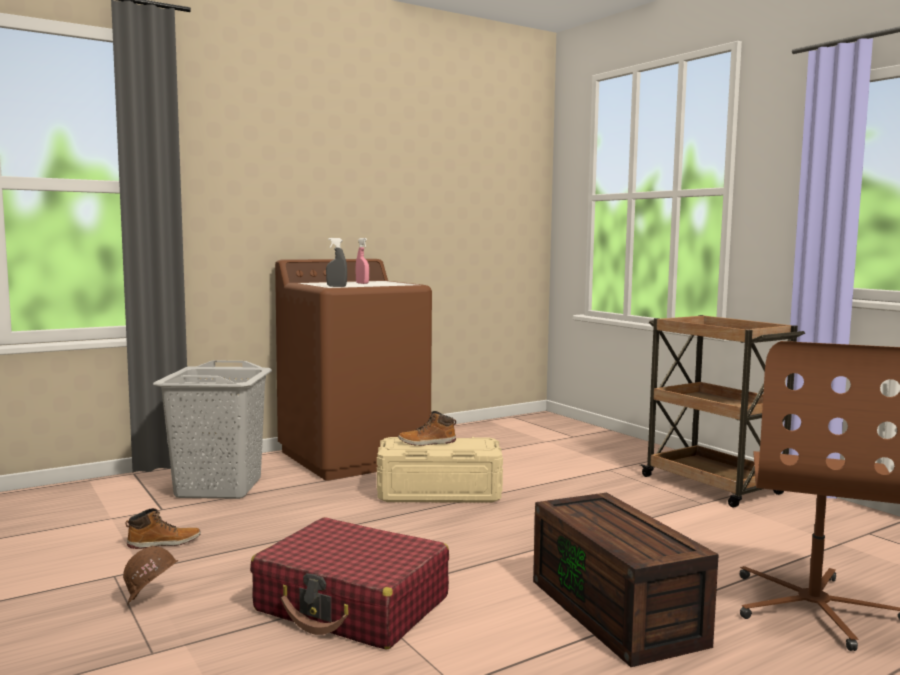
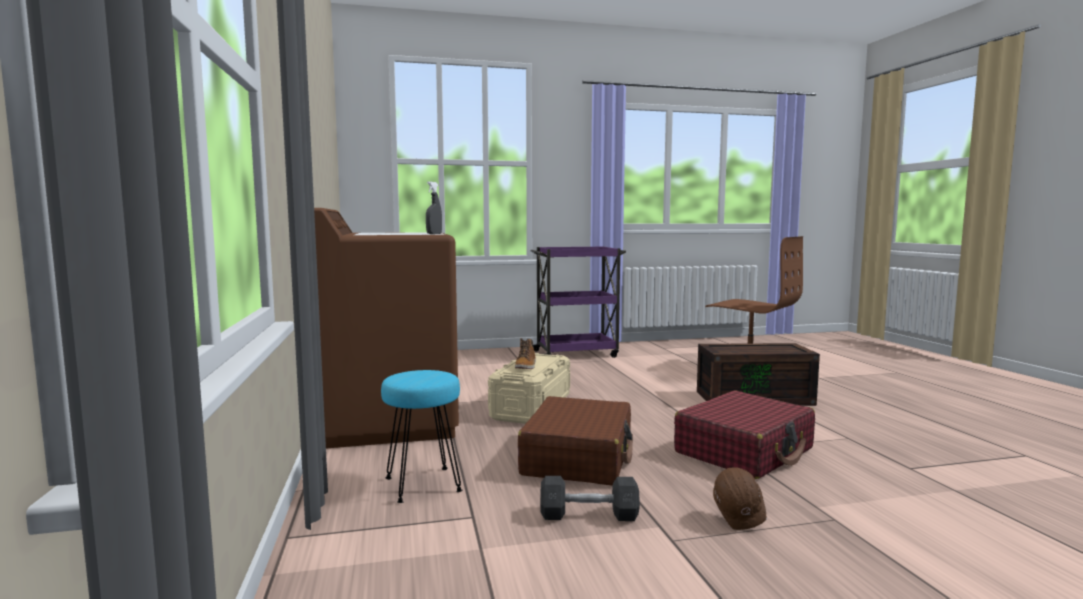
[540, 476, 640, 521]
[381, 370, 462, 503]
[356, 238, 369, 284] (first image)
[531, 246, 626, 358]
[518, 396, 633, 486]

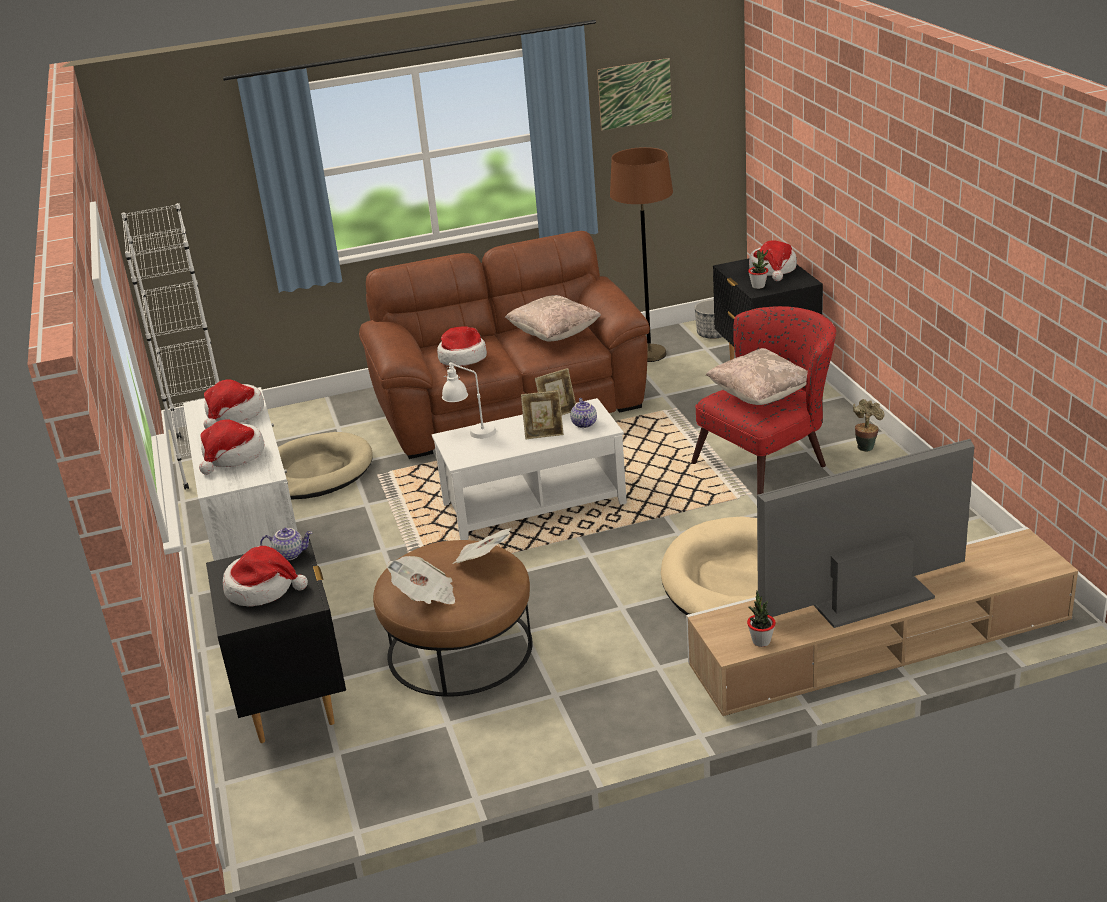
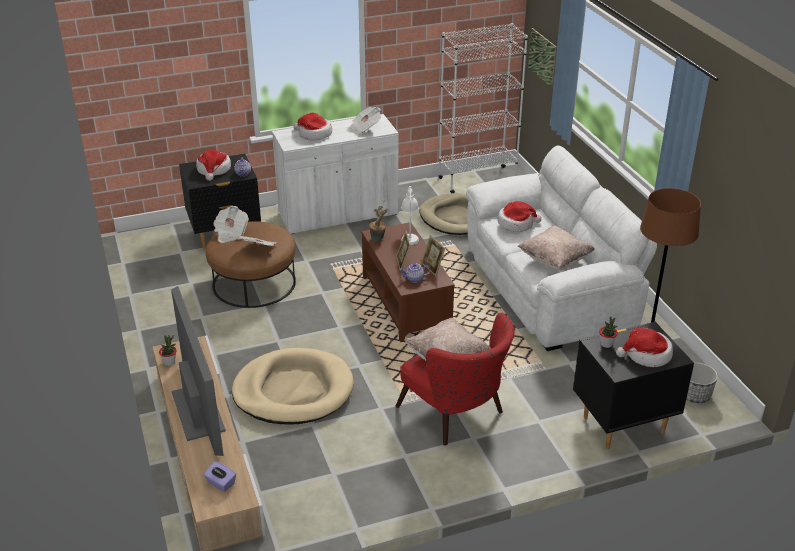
[347, 107, 381, 135]
[466, 146, 657, 351]
[362, 223, 455, 342]
[528, 28, 556, 88]
[369, 206, 387, 241]
[203, 461, 236, 492]

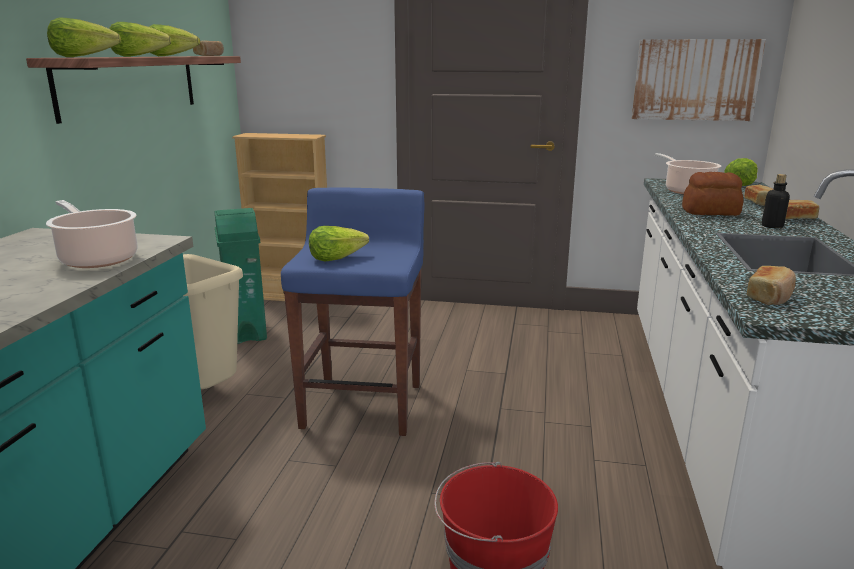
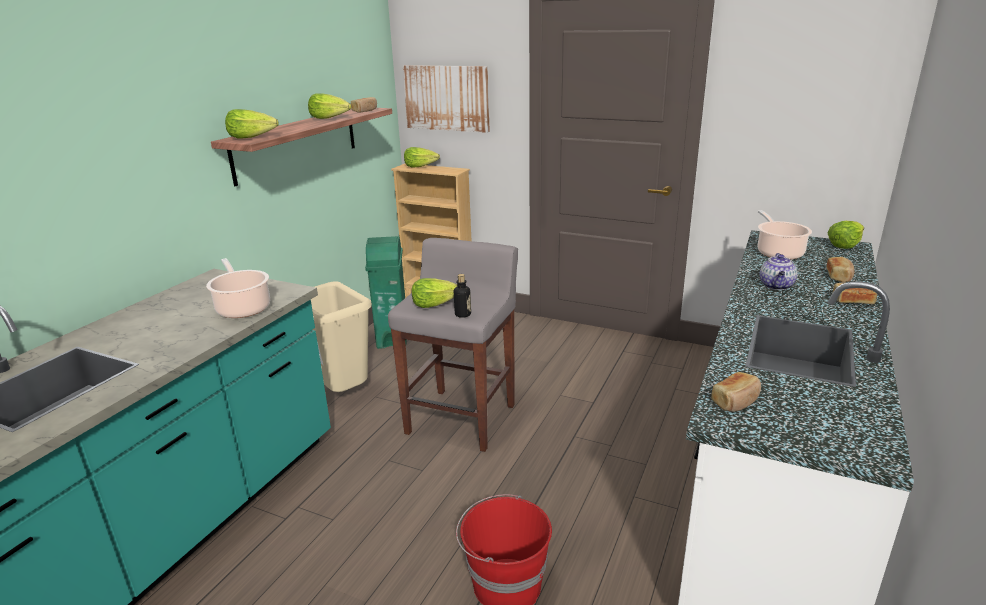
[404, 147, 440, 167]
[388, 238, 518, 452]
[403, 65, 490, 133]
[760, 253, 797, 290]
[454, 274, 471, 318]

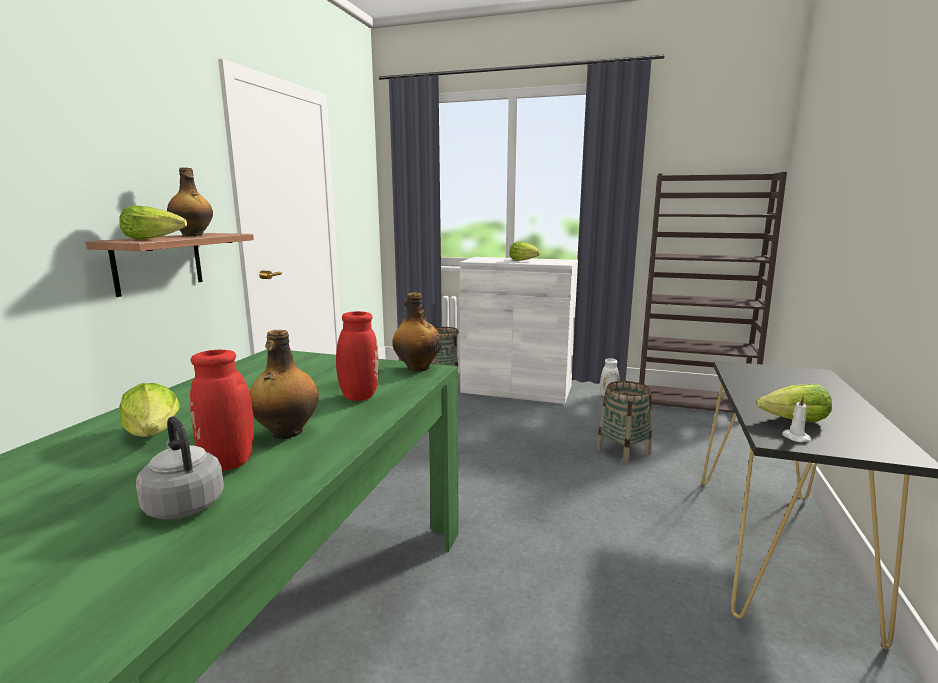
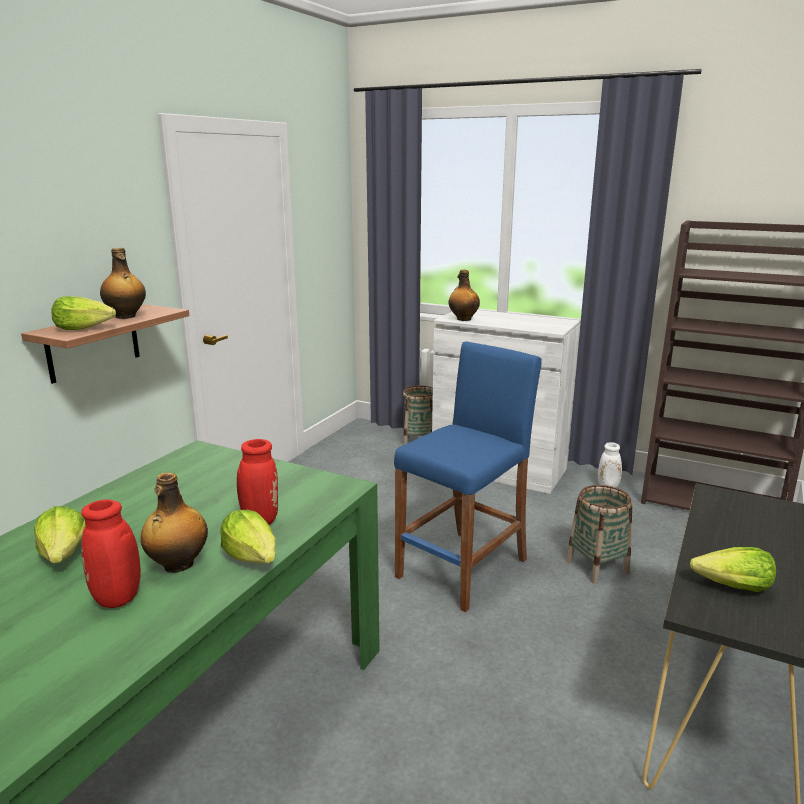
[136, 416, 224, 520] (first image)
[448, 270, 480, 321]
[220, 510, 276, 564]
[782, 396, 811, 442] (first image)
[394, 341, 542, 612]

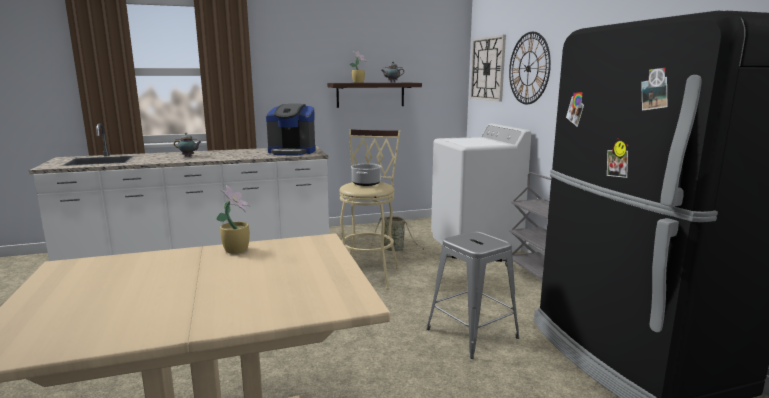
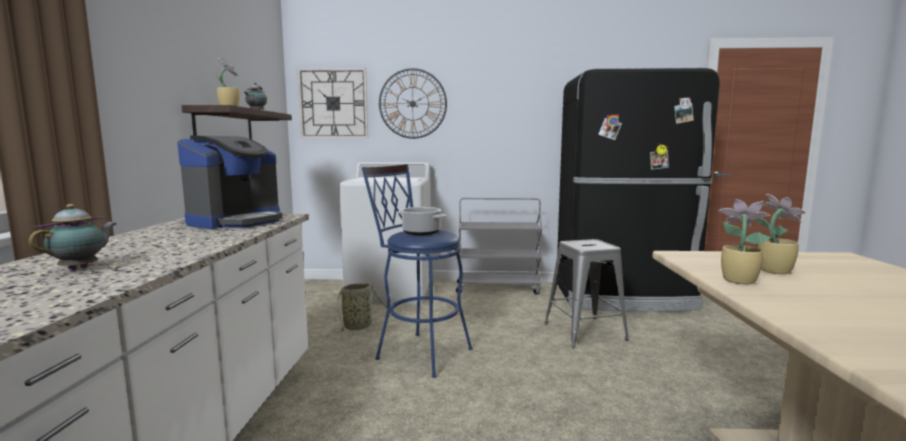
[362, 164, 473, 378]
[756, 194, 806, 274]

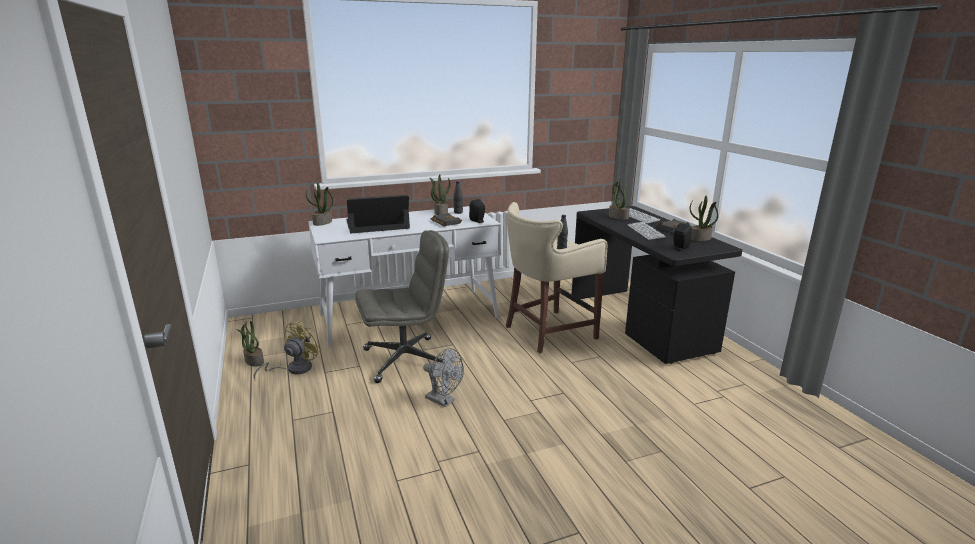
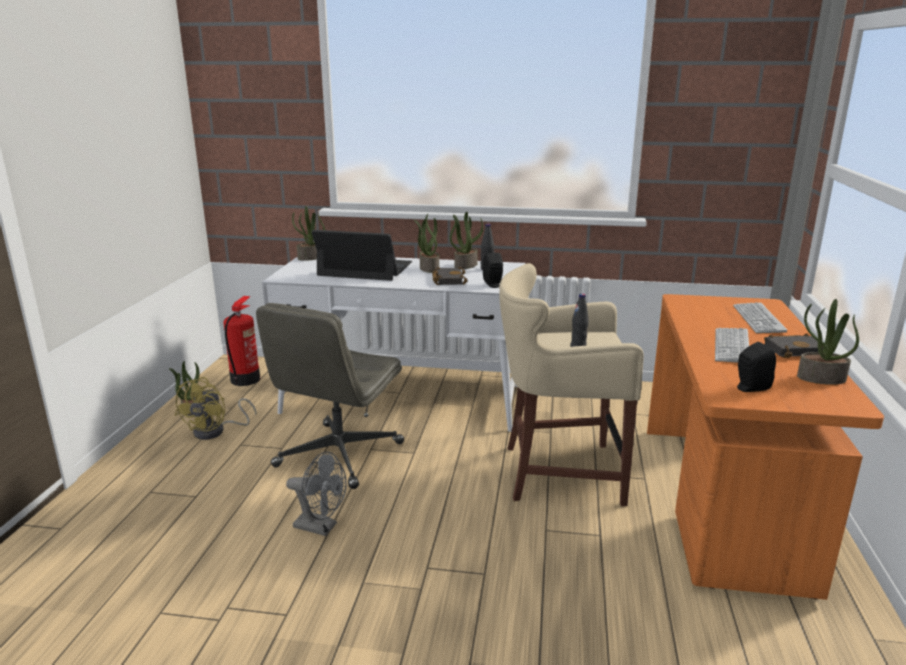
[174, 377, 257, 440]
[256, 303, 404, 489]
[286, 452, 347, 536]
[647, 294, 884, 600]
[414, 214, 439, 273]
[224, 296, 260, 386]

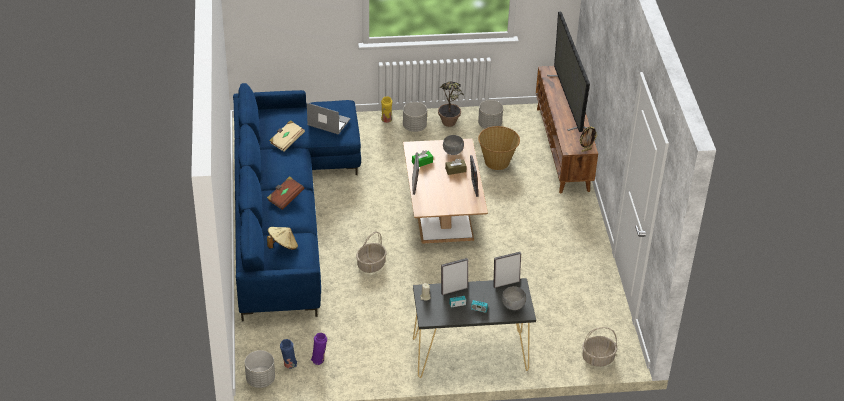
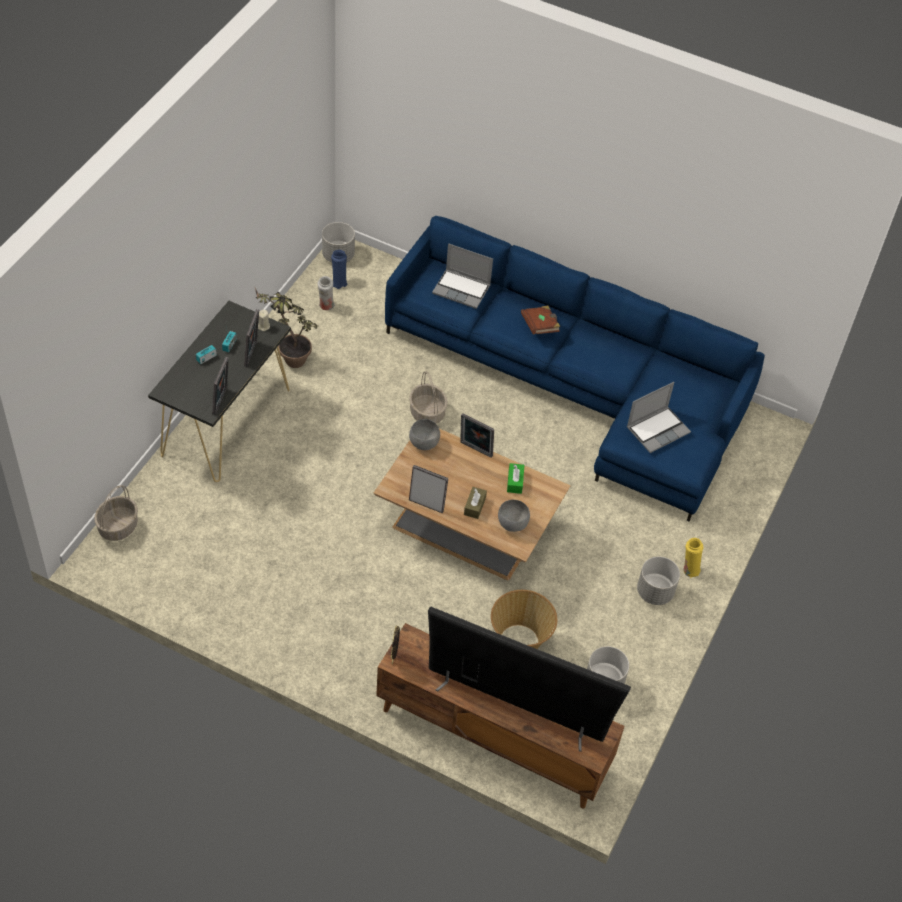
[432, 243, 493, 309]
[269, 120, 305, 152] (first image)
[317, 276, 335, 310]
[255, 288, 319, 368]
[409, 419, 440, 450]

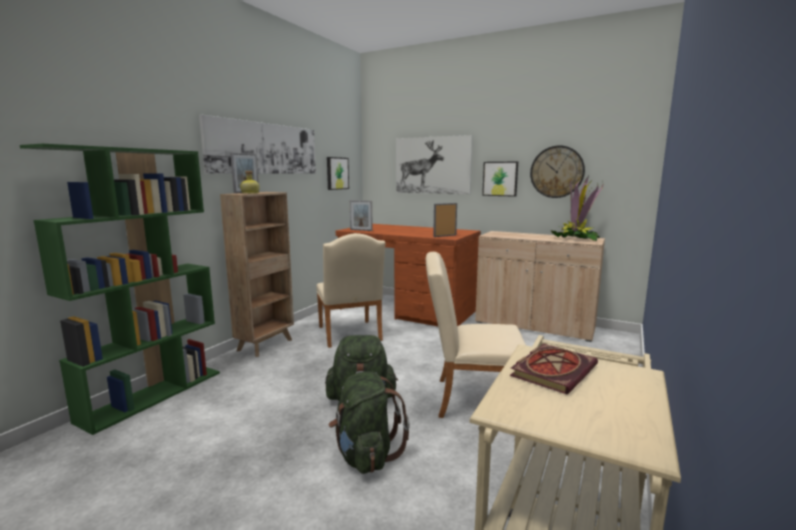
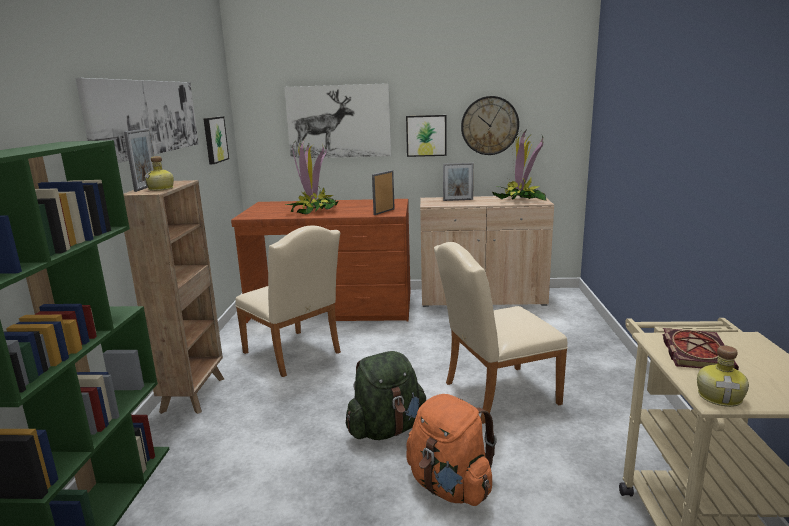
[406, 394, 497, 506]
[443, 163, 474, 201]
[285, 139, 339, 214]
[697, 345, 749, 407]

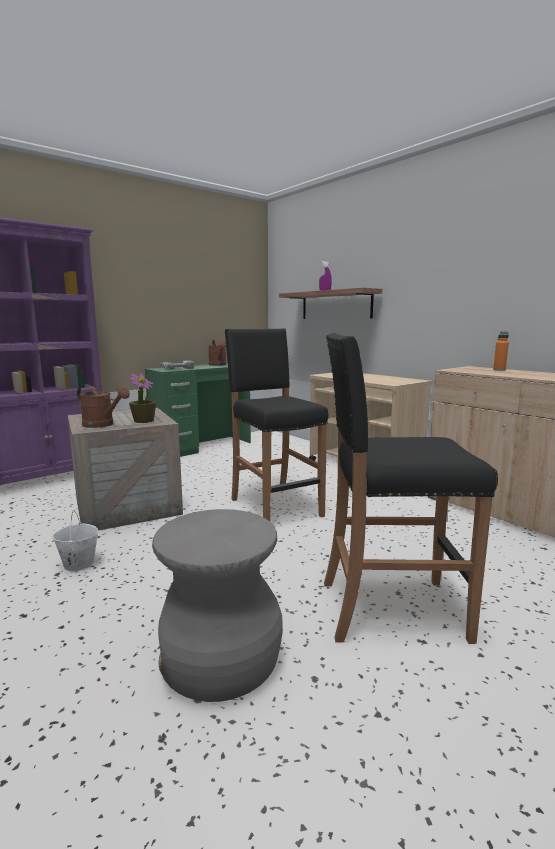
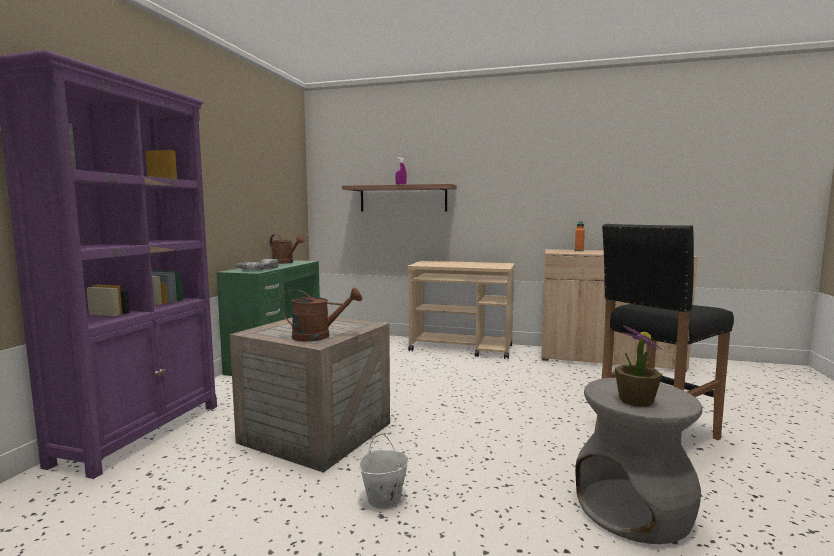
[615, 325, 662, 407]
[225, 328, 328, 521] (first image)

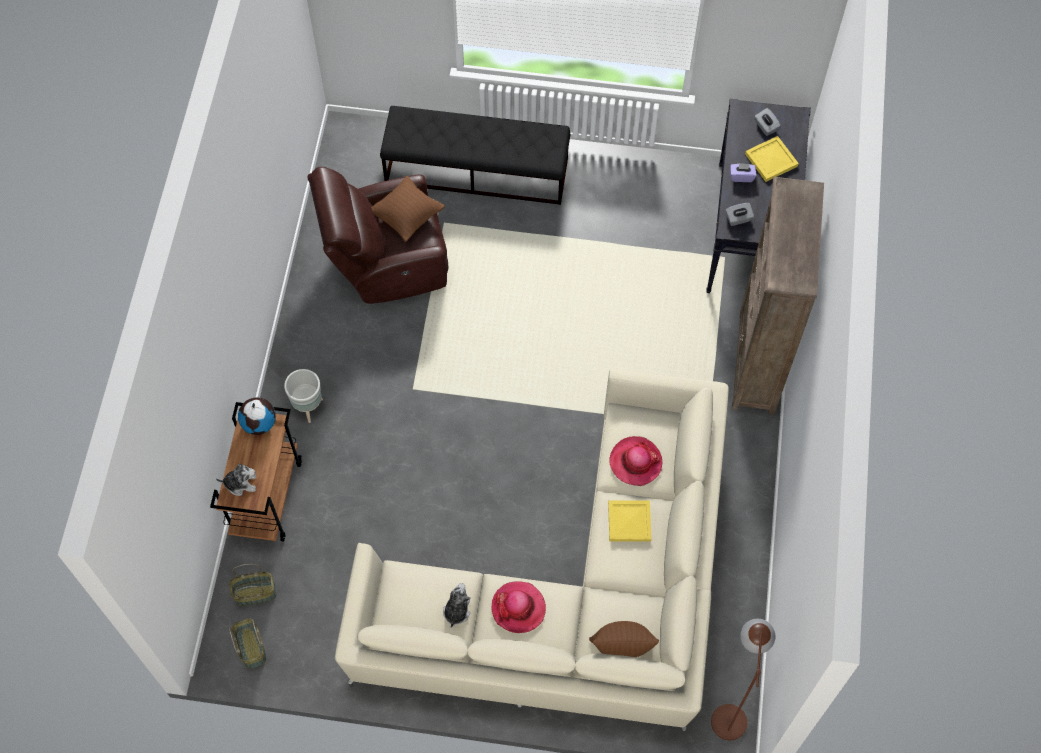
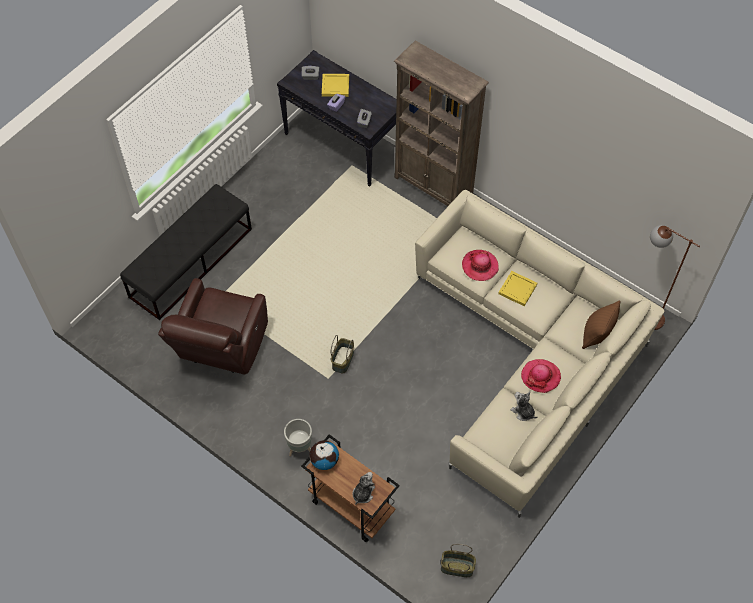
[331, 335, 354, 374]
[371, 176, 445, 242] (first image)

